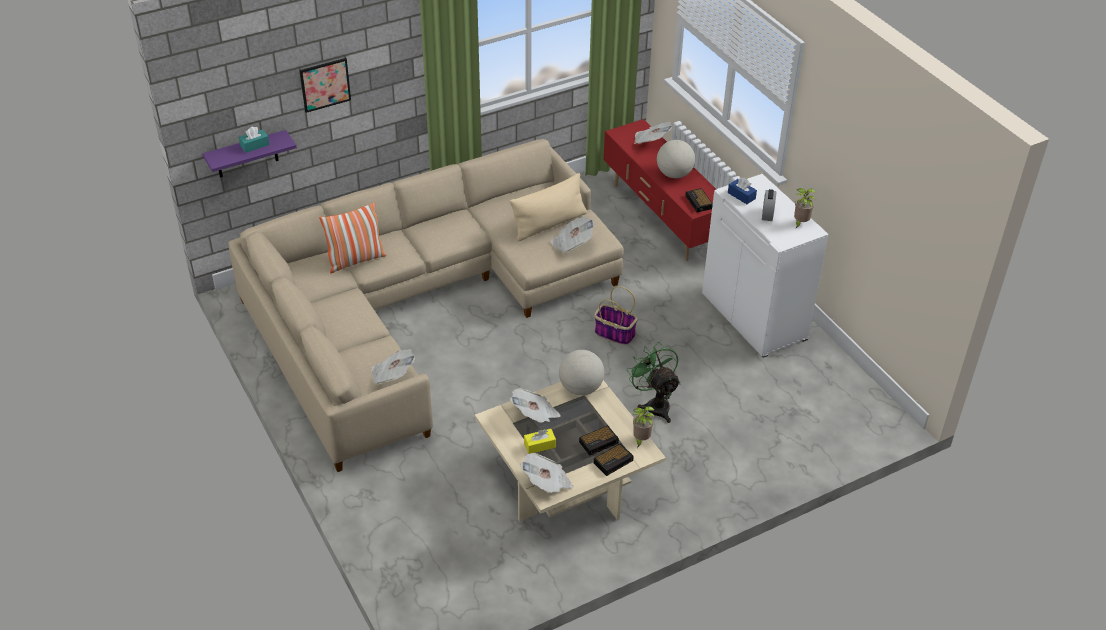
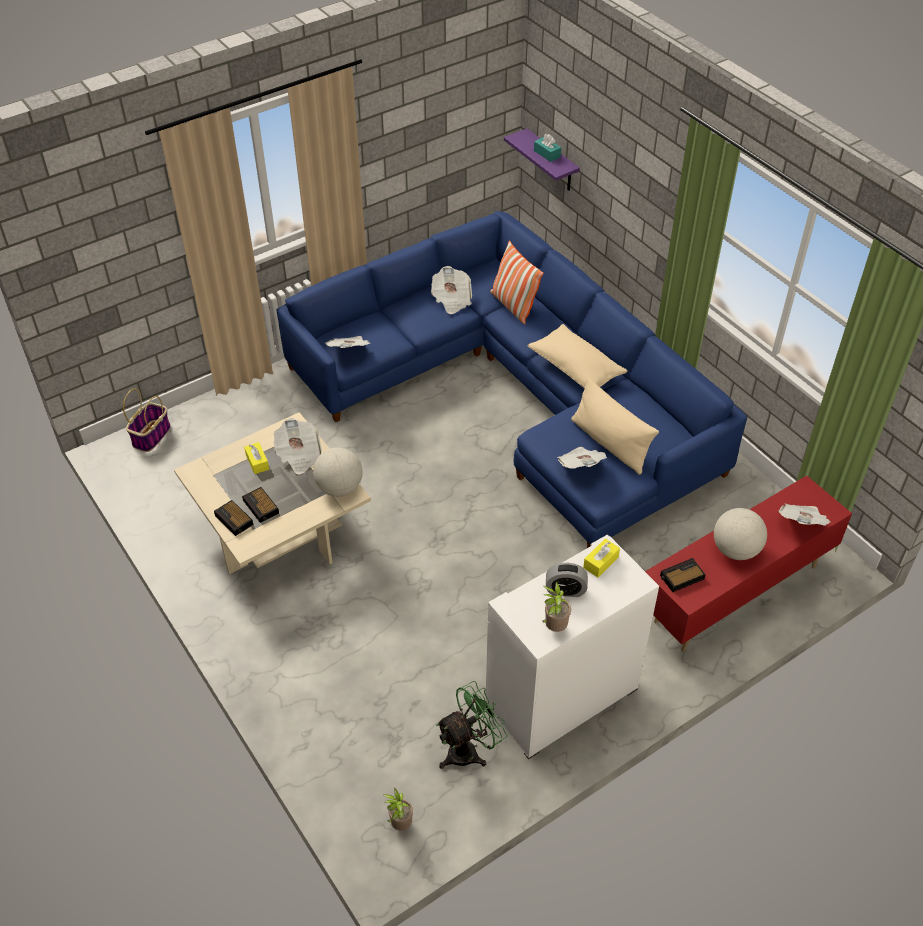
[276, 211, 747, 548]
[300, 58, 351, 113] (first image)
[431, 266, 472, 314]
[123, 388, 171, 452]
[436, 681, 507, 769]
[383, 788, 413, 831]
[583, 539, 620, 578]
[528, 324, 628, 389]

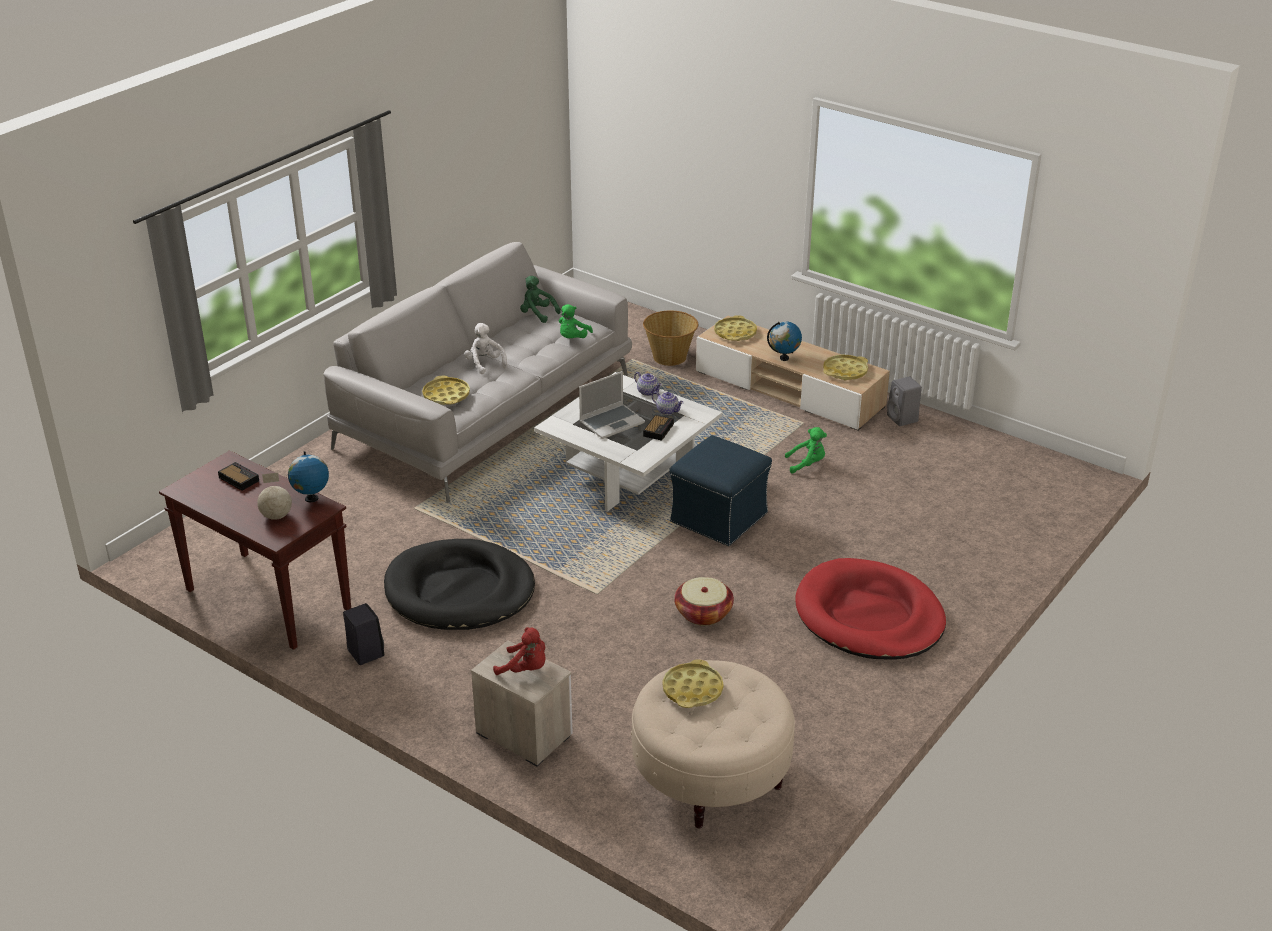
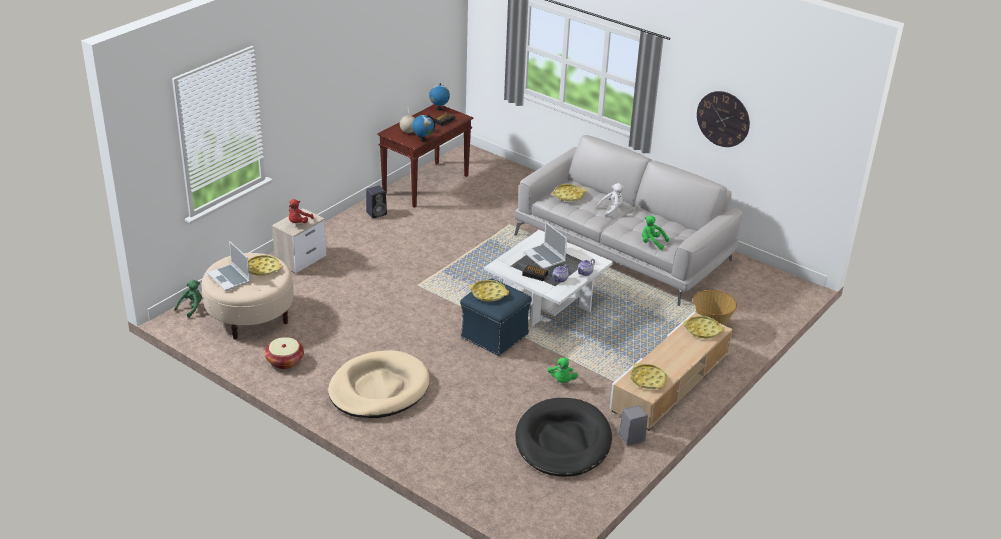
[515, 398, 612, 477]
[174, 280, 202, 318]
[264, 337, 304, 369]
[429, 83, 450, 111]
[328, 350, 430, 418]
[207, 241, 251, 291]
[469, 280, 509, 301]
[697, 91, 750, 147]

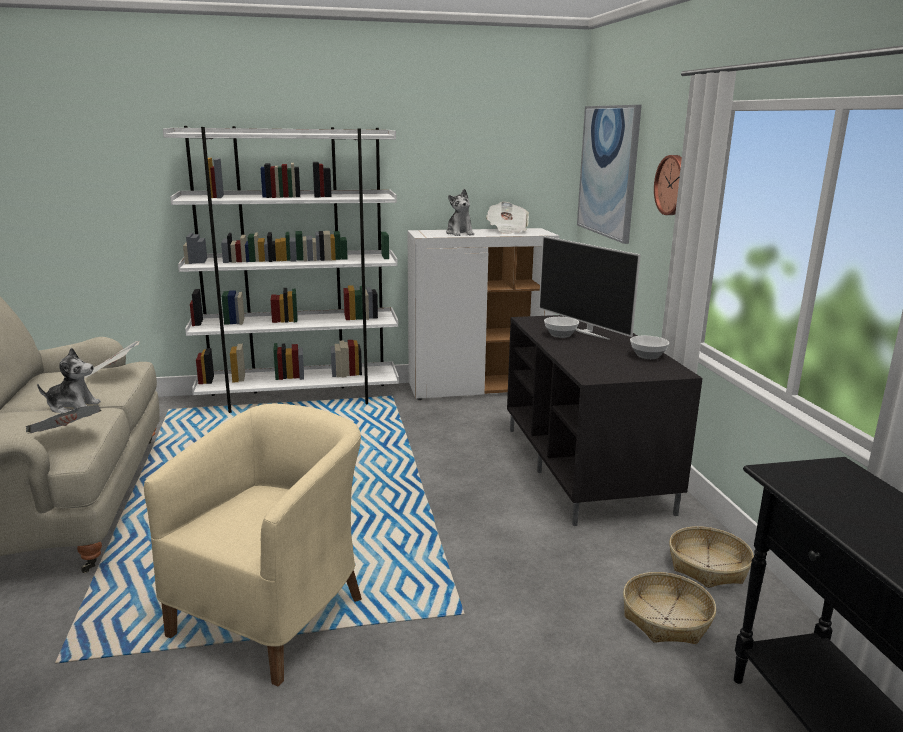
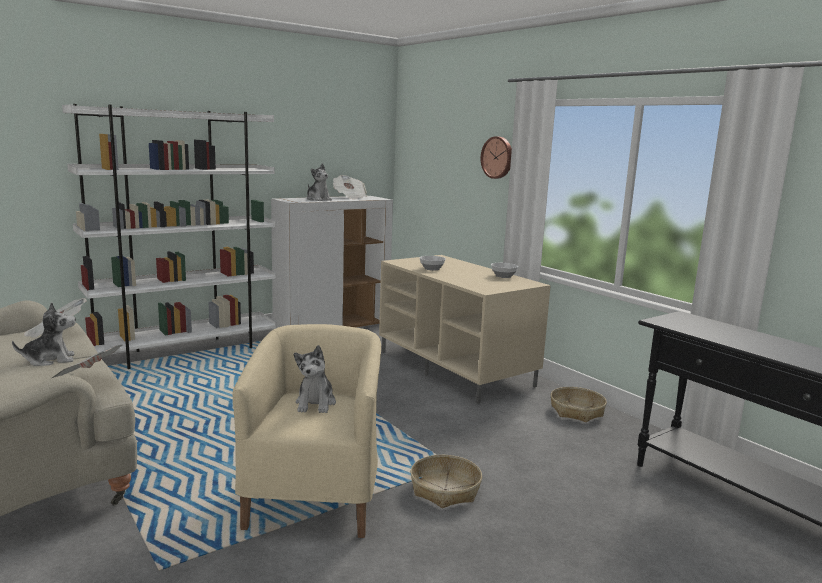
[379, 255, 551, 404]
[539, 236, 641, 340] (first image)
[577, 105, 642, 244] (first image)
[410, 455, 482, 508]
[294, 345, 336, 413]

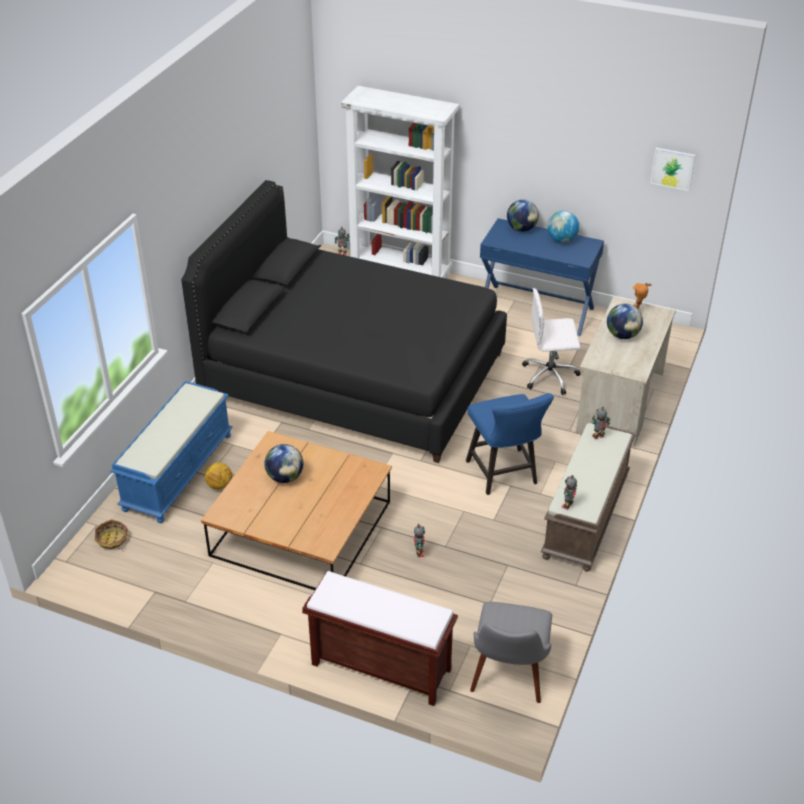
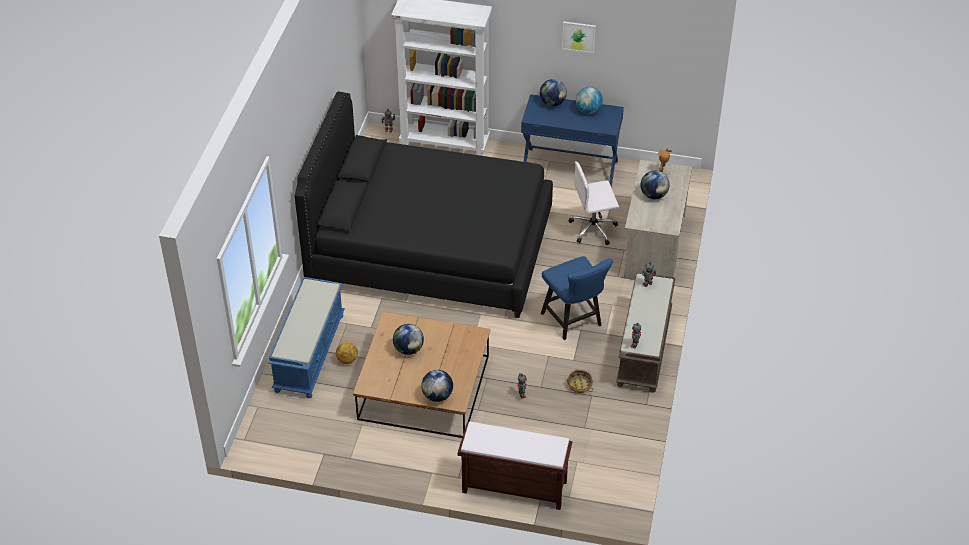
[567, 370, 593, 393]
[470, 602, 552, 703] (first image)
[562, 21, 596, 53]
[421, 370, 453, 402]

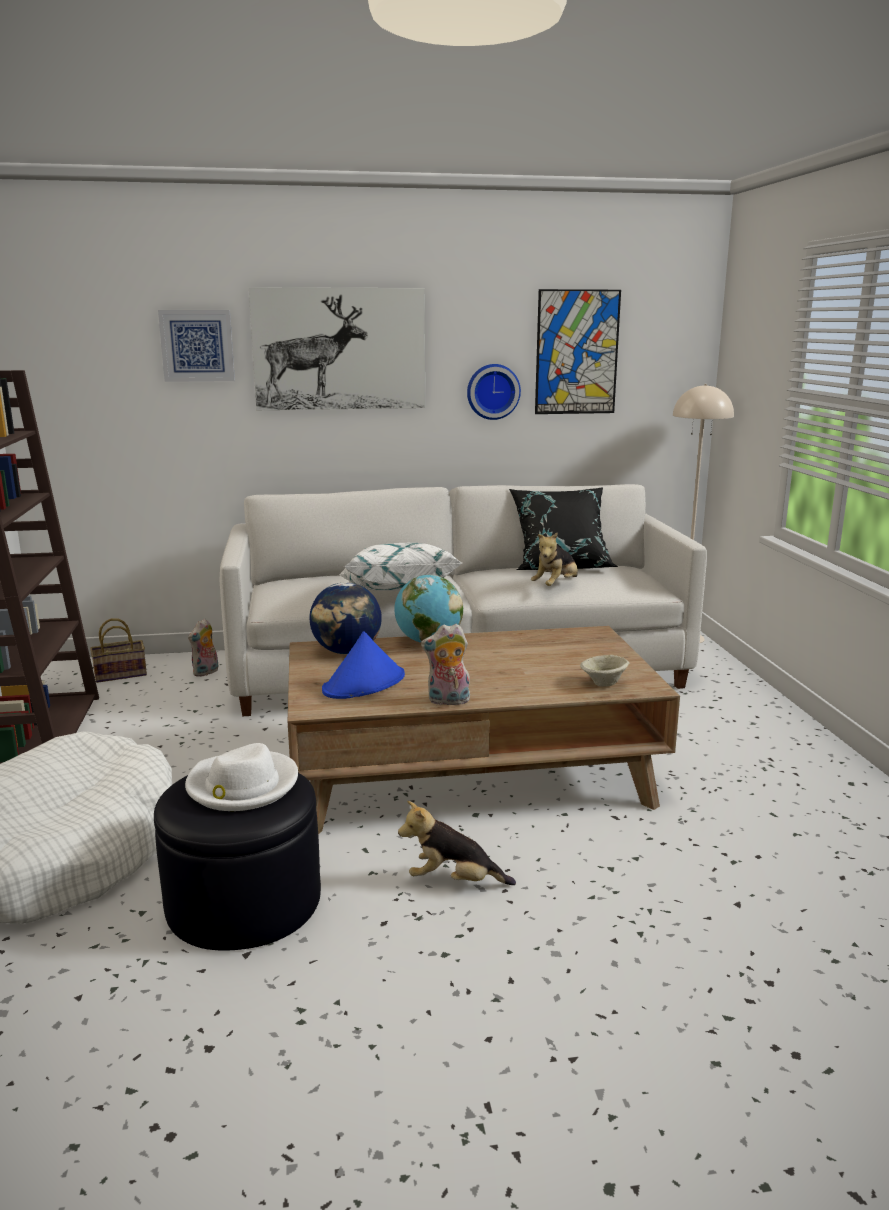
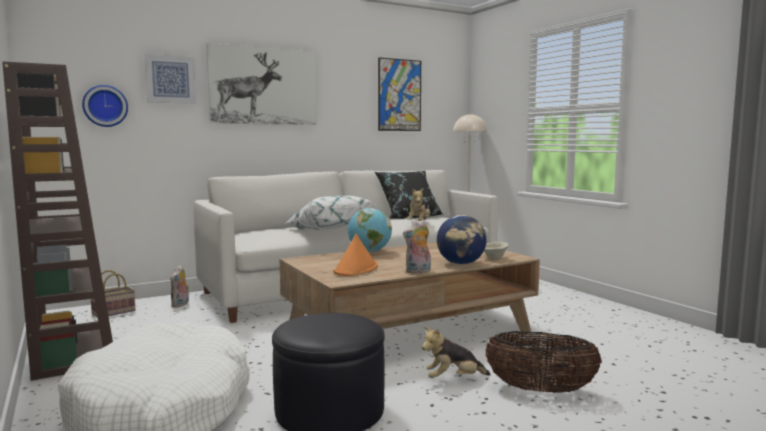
[185, 743, 298, 811] (first image)
[437, 215, 487, 265]
[333, 234, 378, 276]
[82, 85, 128, 127]
[485, 331, 602, 393]

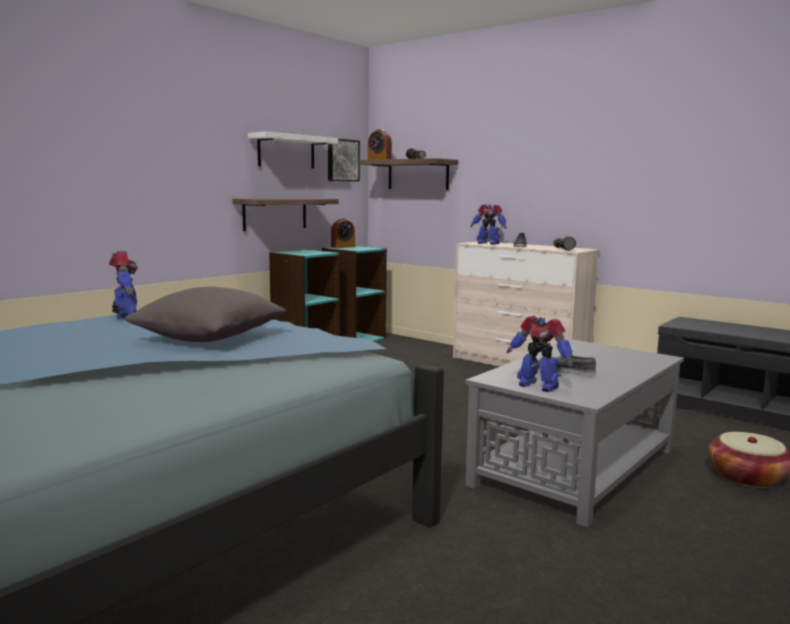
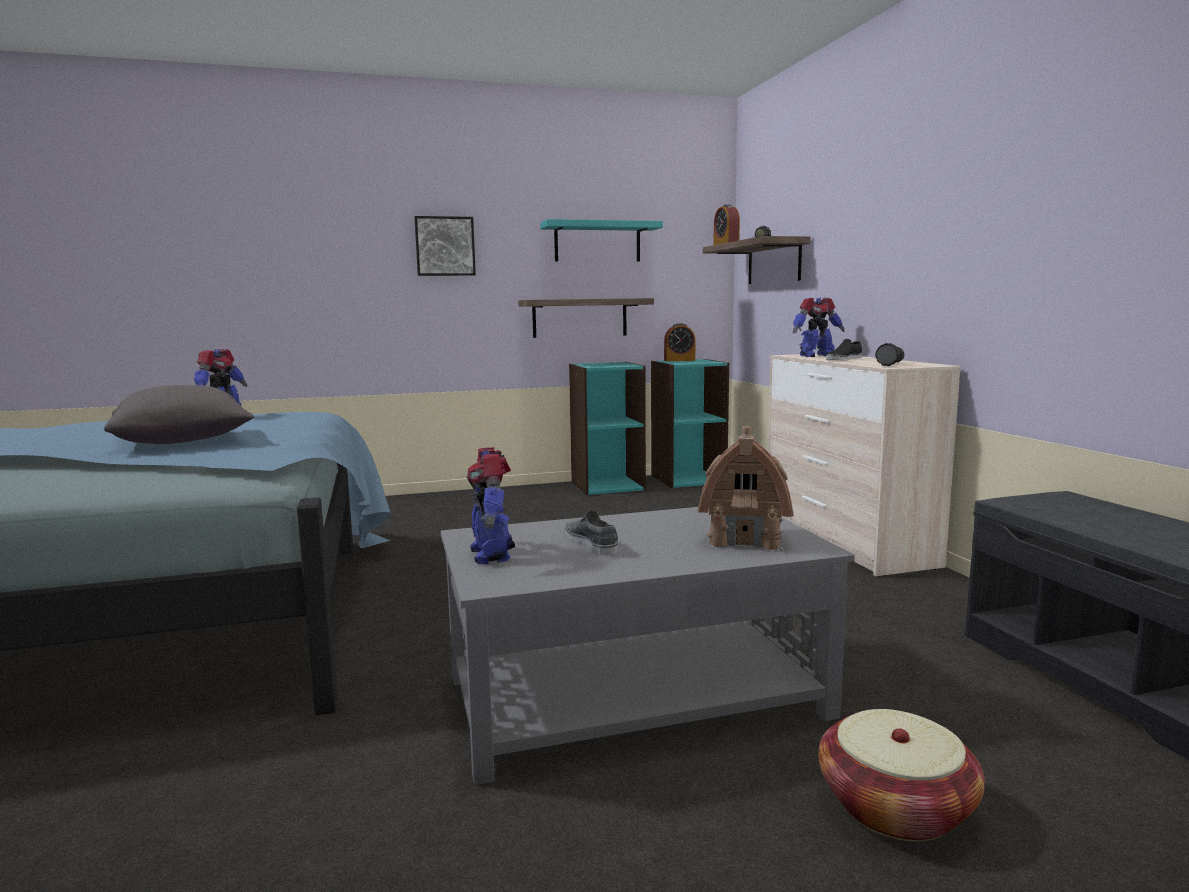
[540, 219, 663, 262]
[414, 216, 476, 276]
[793, 297, 845, 357]
[698, 426, 794, 551]

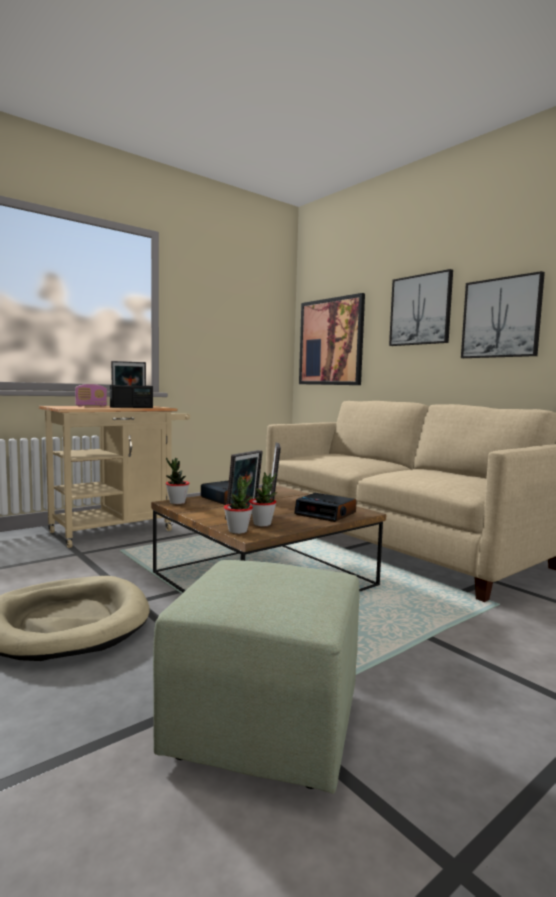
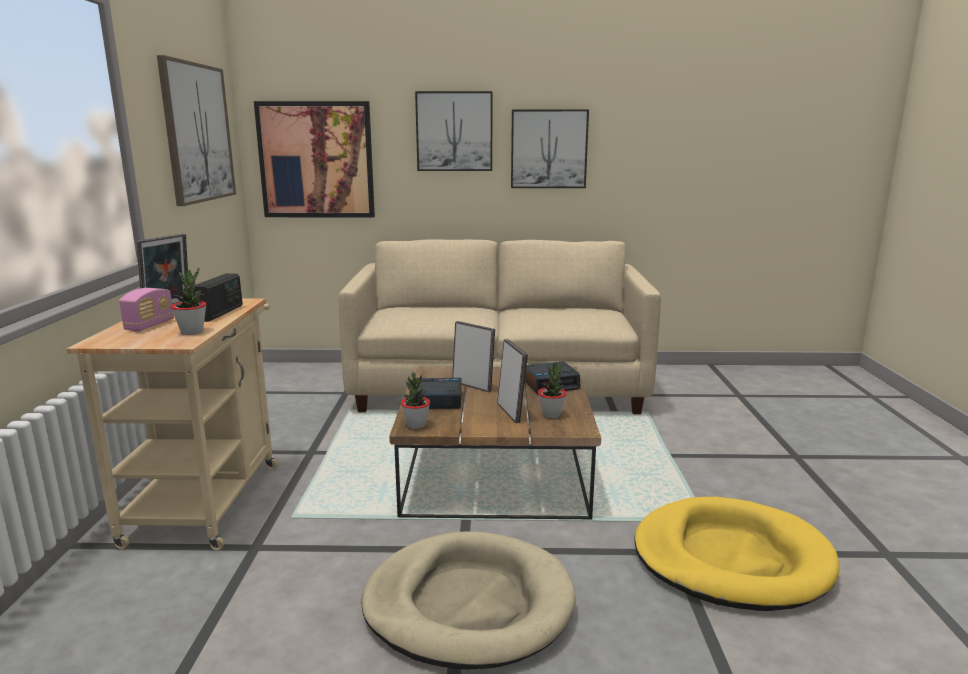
[634, 497, 840, 611]
[171, 268, 206, 335]
[157, 55, 236, 206]

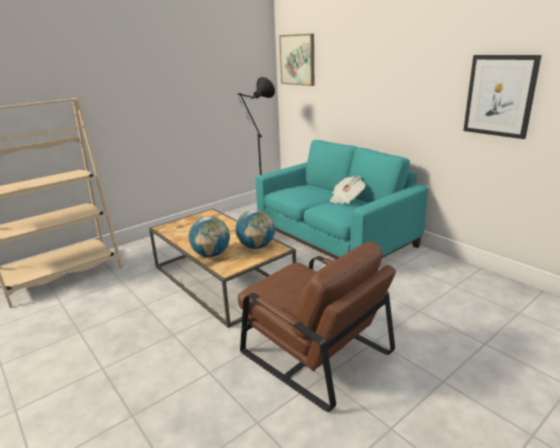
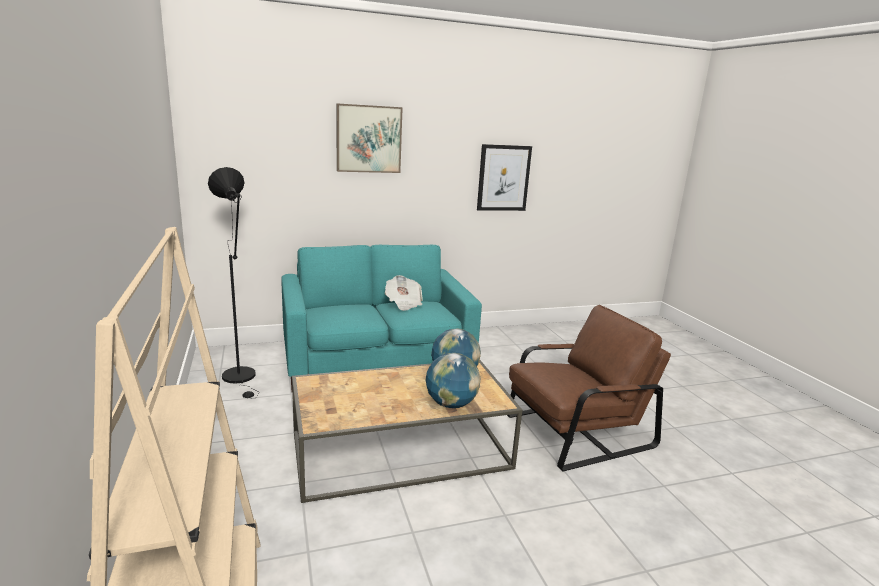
[336, 103, 403, 173]

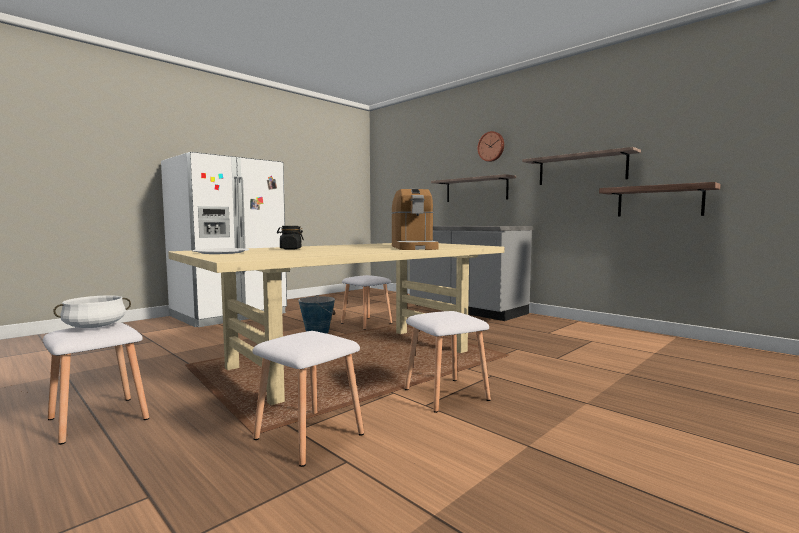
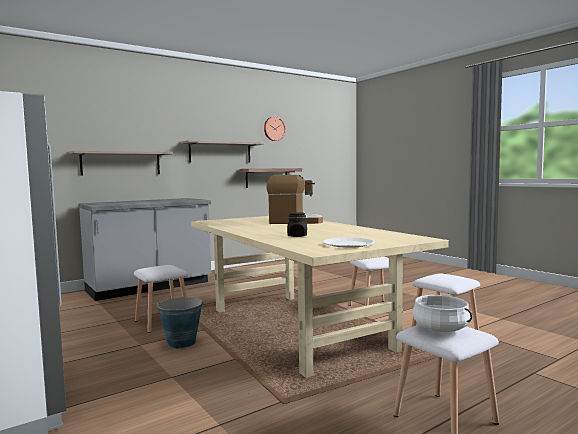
[264, 116, 286, 141]

